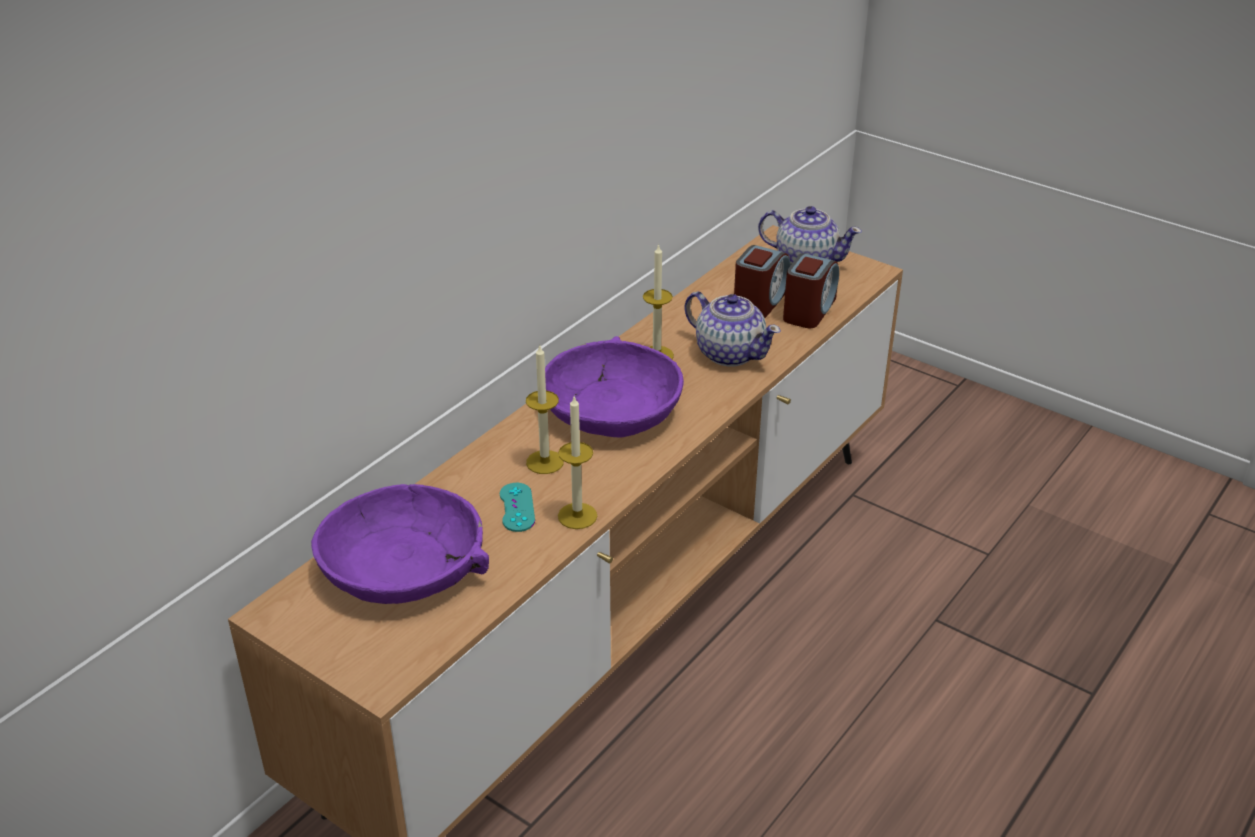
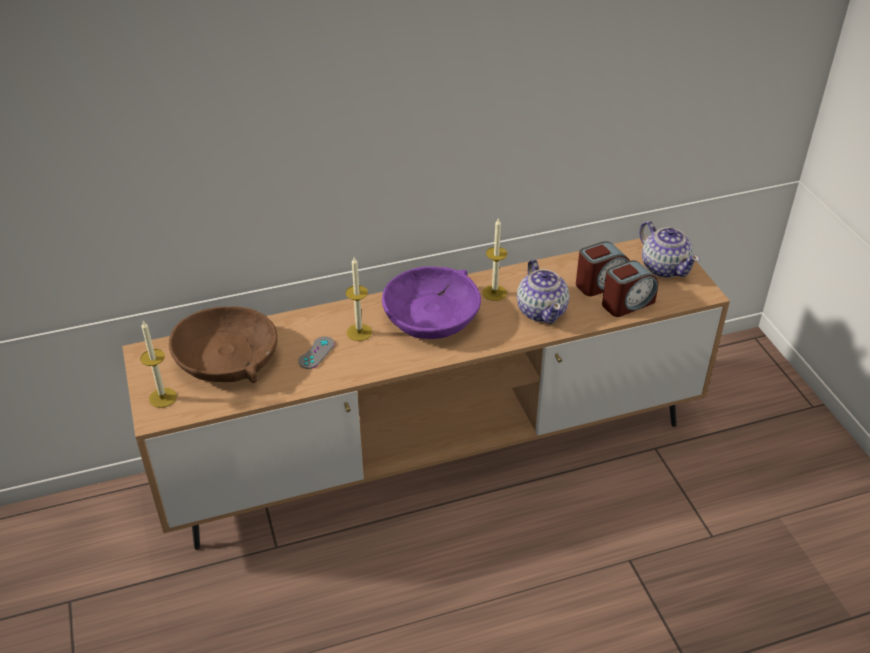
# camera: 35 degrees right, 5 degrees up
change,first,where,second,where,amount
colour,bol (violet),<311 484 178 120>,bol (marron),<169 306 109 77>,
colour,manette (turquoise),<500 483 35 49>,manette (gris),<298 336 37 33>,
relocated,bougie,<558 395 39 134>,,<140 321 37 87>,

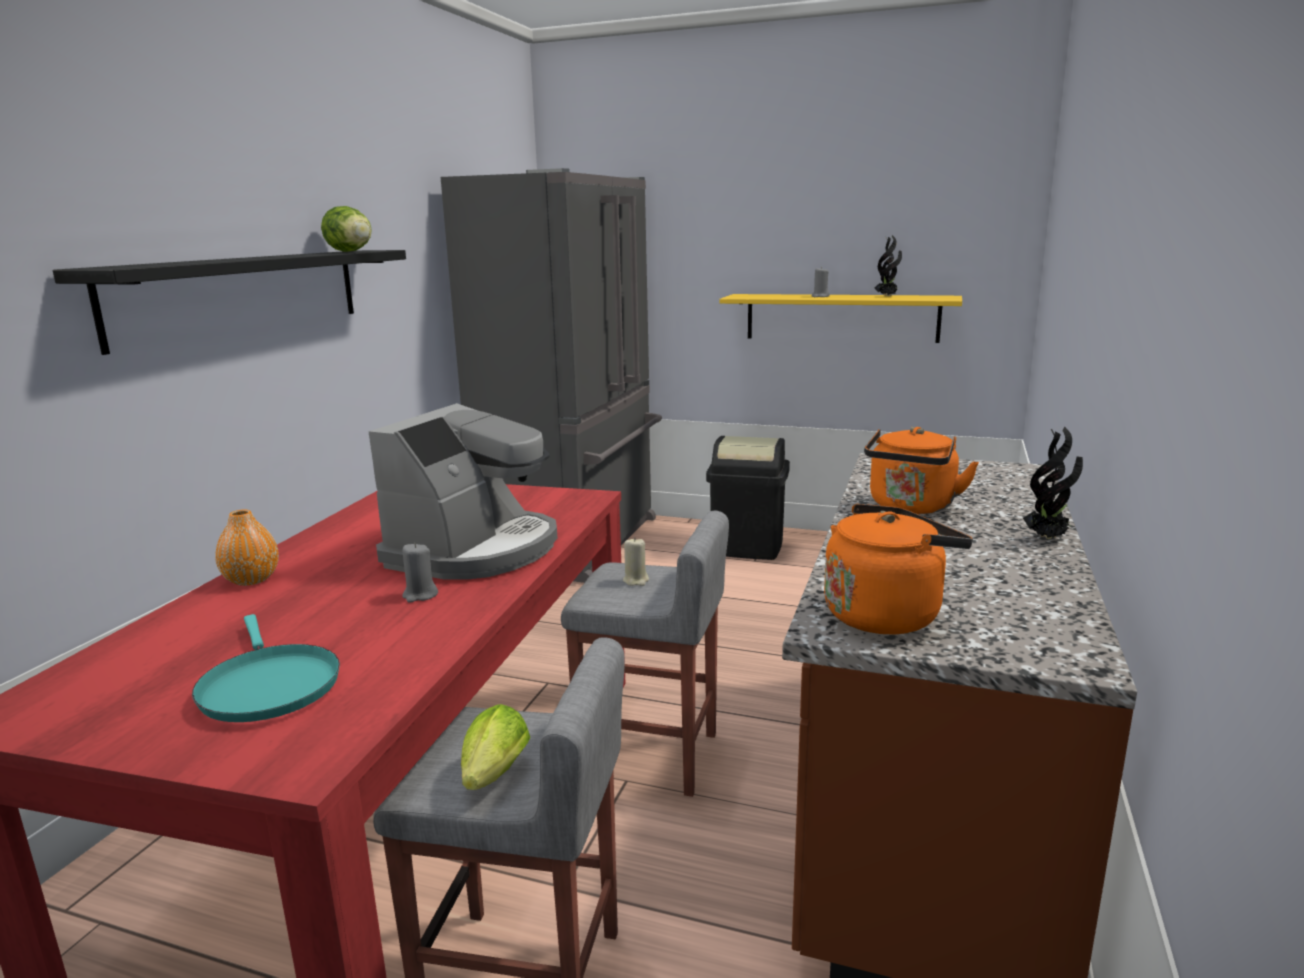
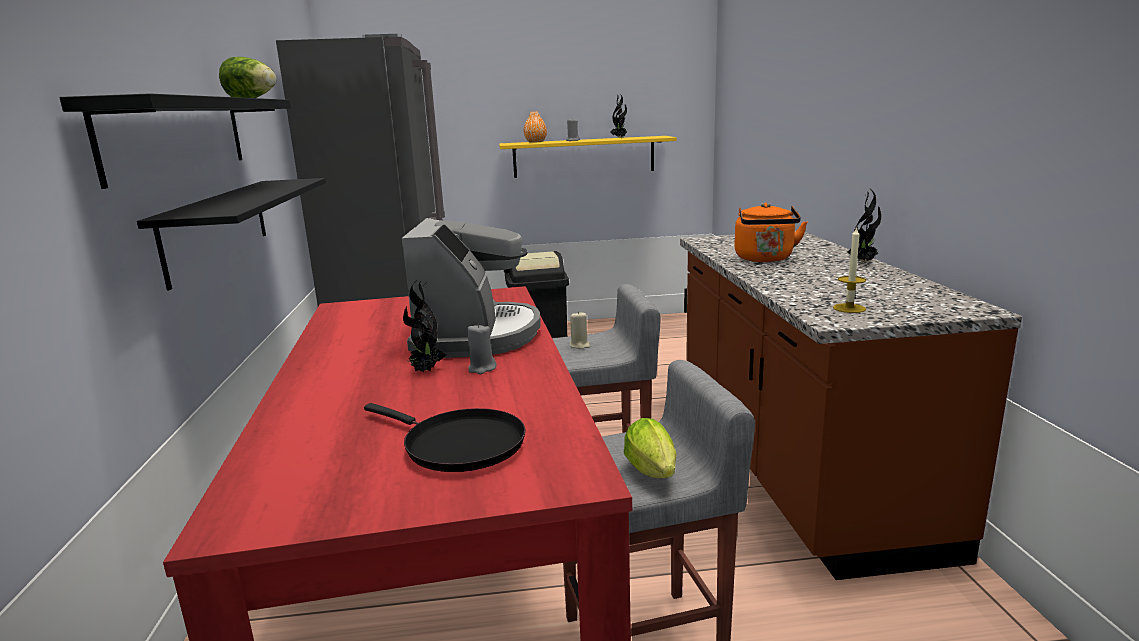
# camera: 25 degrees left, 0 degrees up
change,first,where,second,where,amount
colour,poêle (turquoise),<192 614 148 108>,poêle (noir),<364 403 161 69>,
relocated,vase (orange),<215 510 64 76>,,<524 112 23 31>,
exchanged,bouilloire (orange),<824 504 149 130>,bougie,<833 226 33 87>,
appeared,,,étagère (noir),<137 178 189 113>,
appeared,,,plante en pot,<403 280 43 92>,

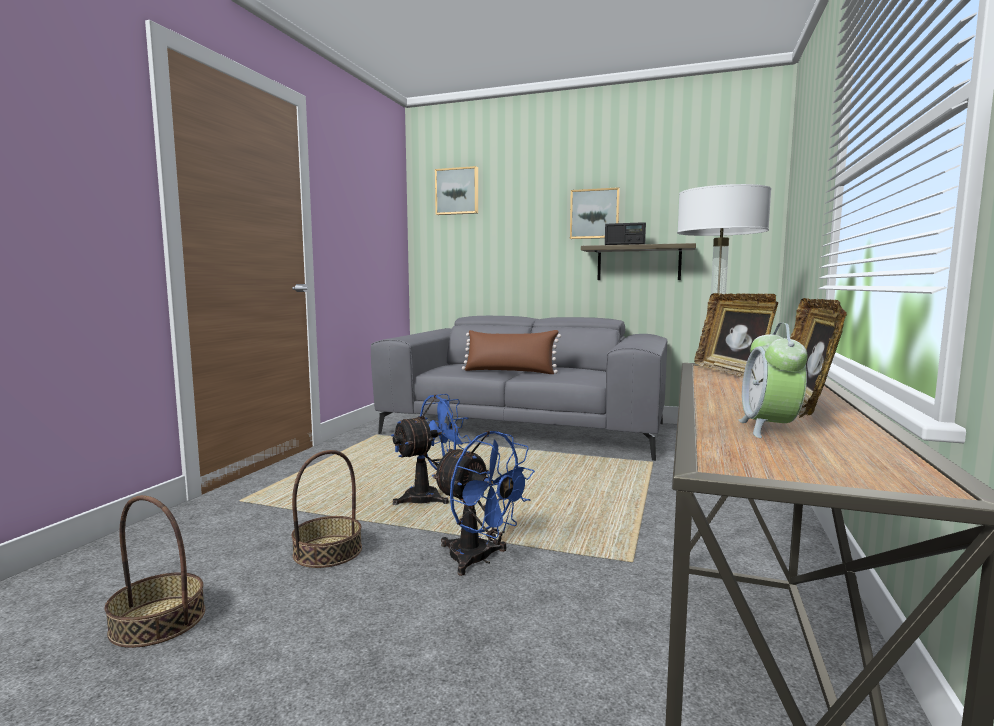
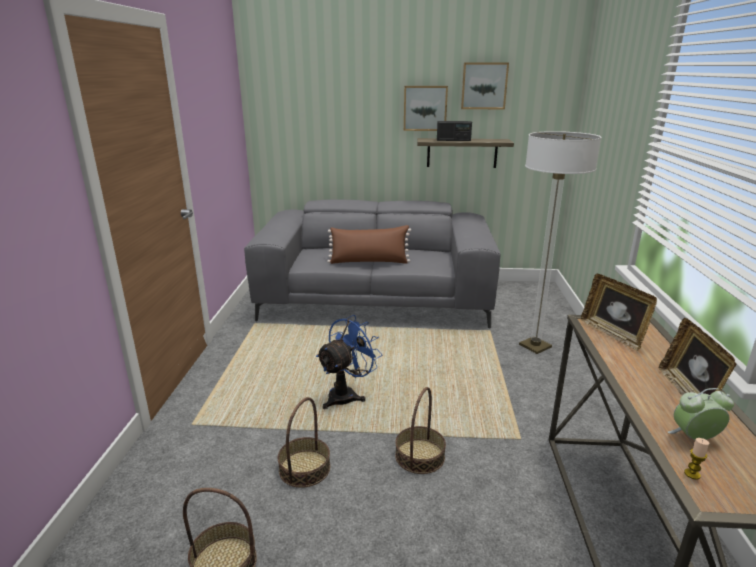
# camera: 15 degrees left, 15 degrees up
change,first,where,second,where,amount
exchanged,ventilateur (bleu),<432 431 103 145>,panier,<395 387 51 87>,
relocated,tableau,<435 166 43 49>,,<461 63 48 46>,
spun,réveil,<738 323 70 115>,,<668 388 66 52>,90 degrees clockwise
appeared,,,bougie,<684 438 25 42>,

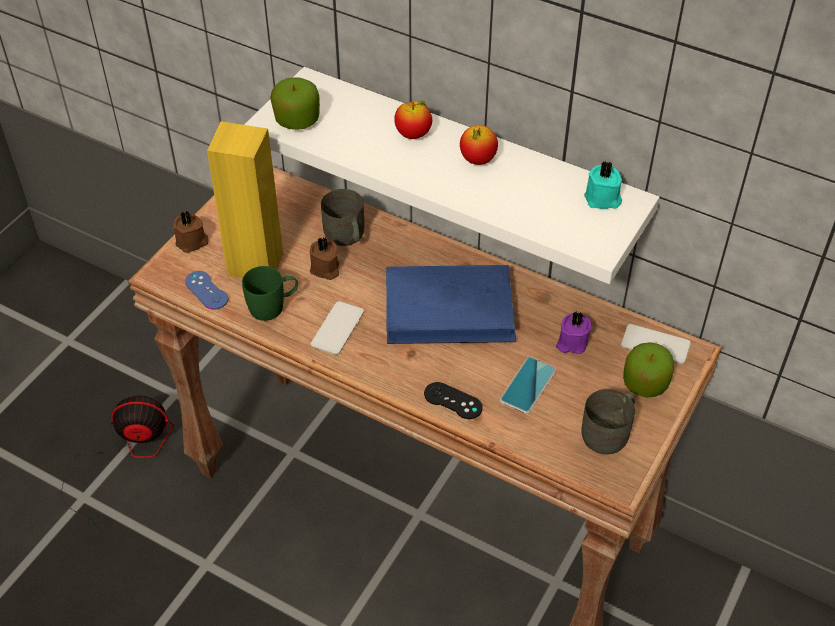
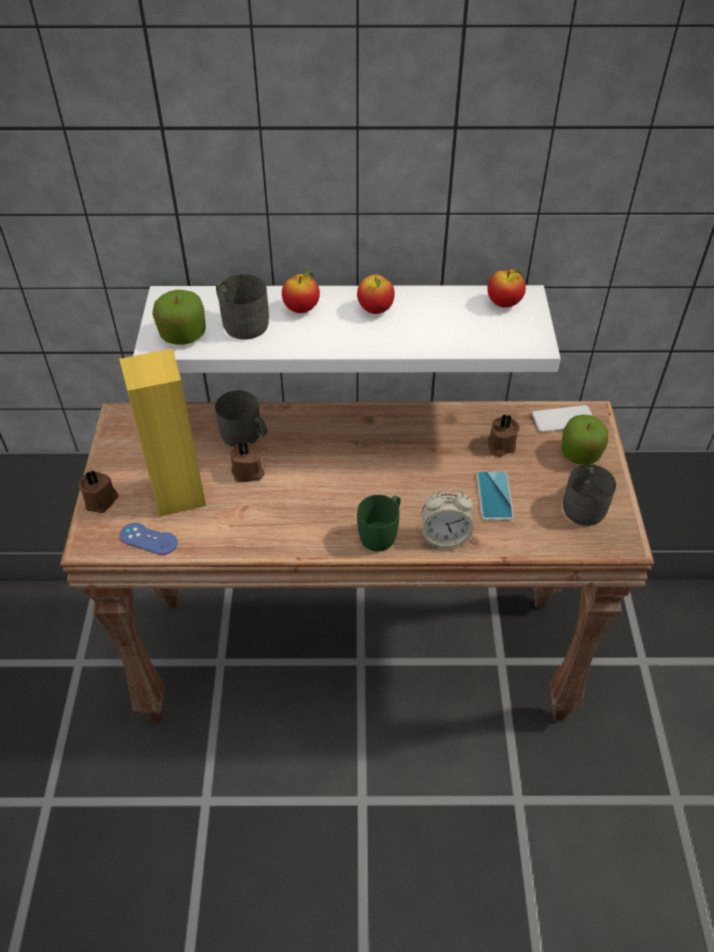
# camera: 30 degrees left, 0 degrees up
change,first,where,second,where,amount
missing,ventilateur,<61 395 113 159>,,,
relocated,mug (vert),<242 266 56 55>,,<357 495 44 56>,
missing,téléphone,<311 301 53 54>,,,
missing,livre (bleu),<386 265 130 79>,,,
exchanged,manette (noir),<424 382 59 37>,réveil,<422 489 52 59>,
colour,bougie (violet),<556 311 36 43>,bougie (marron),<488 414 32 43>,
exchanged,bougie (turquoise),<584 161 38 48>,pomme,<487 269 39 39>,
appeared,,,mug (gris),<216 274 53 66>,

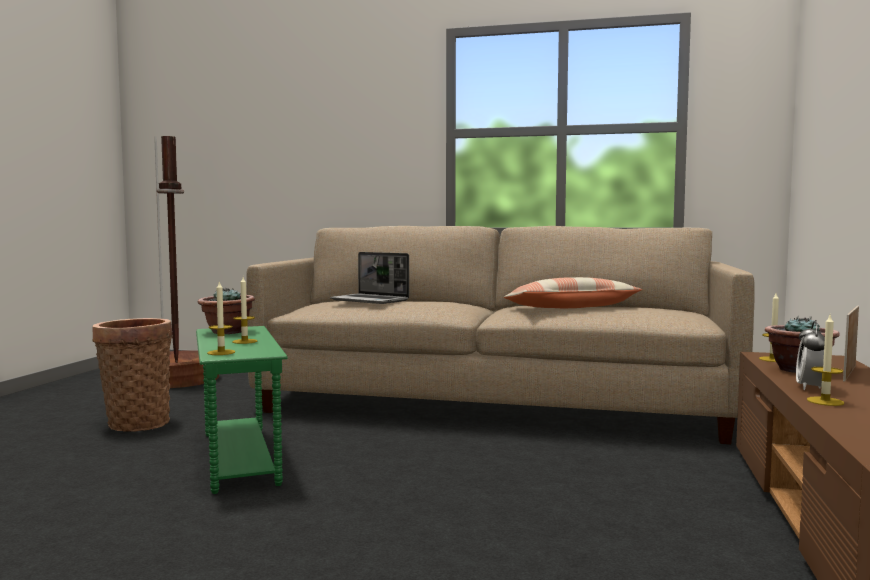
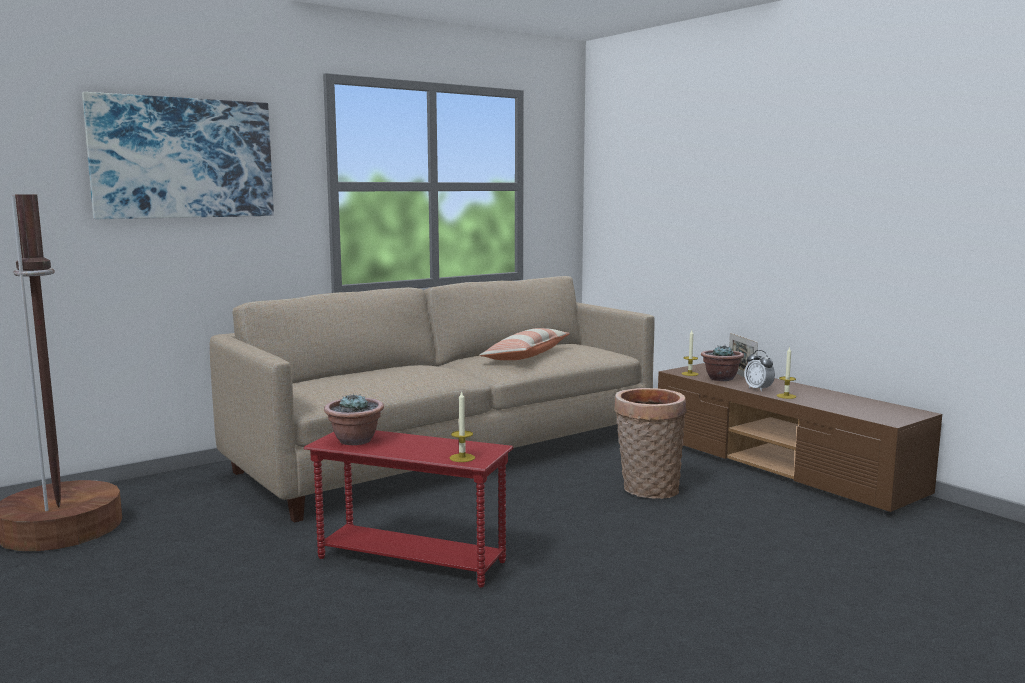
# camera: 50 degrees left, 5 degrees up
change,first,where,second,where,amount
relocated,panier,<92 318 81 114>,,<614 388 73 111>,
colour,table d'appoint (vert),<196 326 92 168>,table d'appoint (rouge),<304 430 209 158>,
missing,bougie,<232 277 25 67>,,,
missing,ordinateur portable,<330 252 79 52>,,,
appeared,,,tableau,<82 92 192 127>,

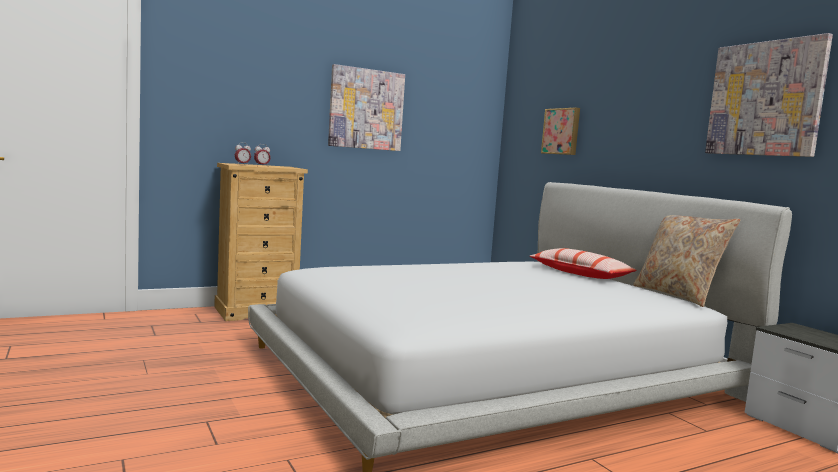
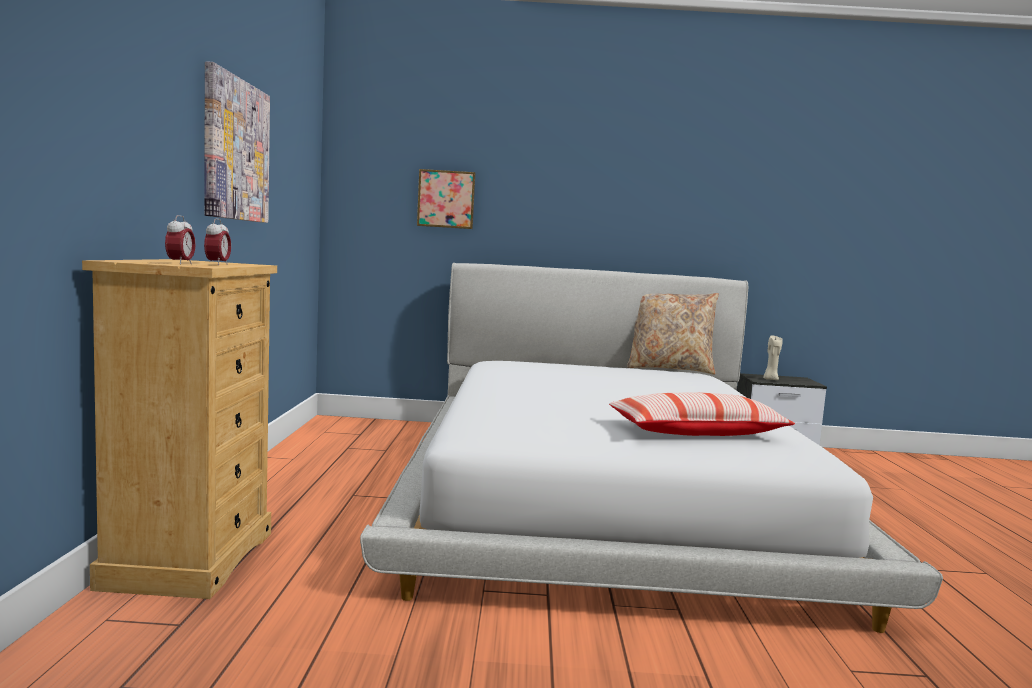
# camera: 60 degrees left, 0 degrees up
change,first,where,second,where,amount
relocated,coussin,<530 248 107 31>,,<609 392 186 44>,
missing,tableau,<705 33 128 124>,,,
appeared,,,bougie (beige),<763 335 20 45>,

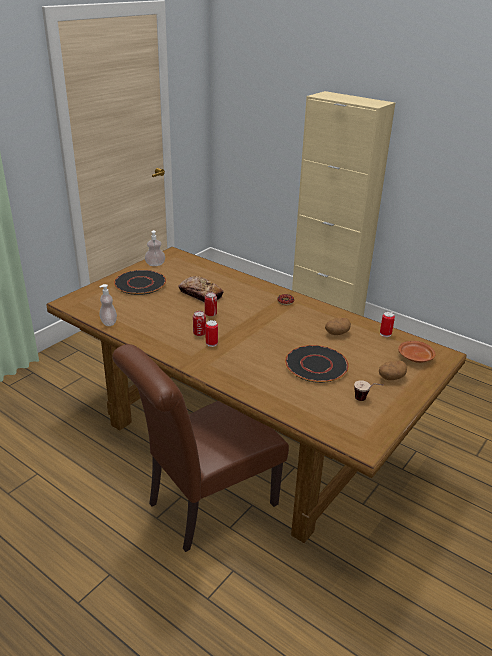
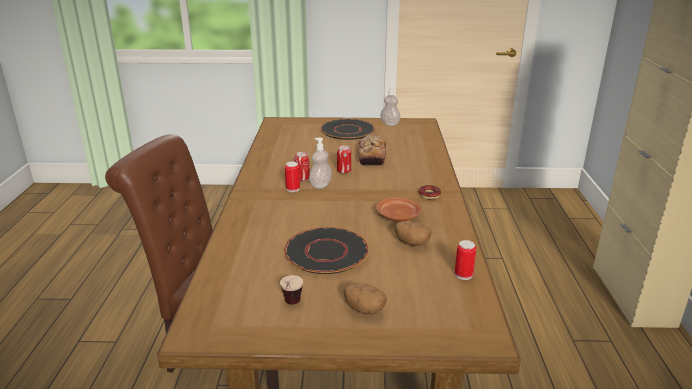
# camera: 55 degrees right, 5 degrees down
change,first,where,second,where,amount
relocated,distributeur de savon,<99 284 18 42>,,<309 138 23 51>,
relocated,assiette (marron),<398 341 38 22>,,<376 198 46 23>,

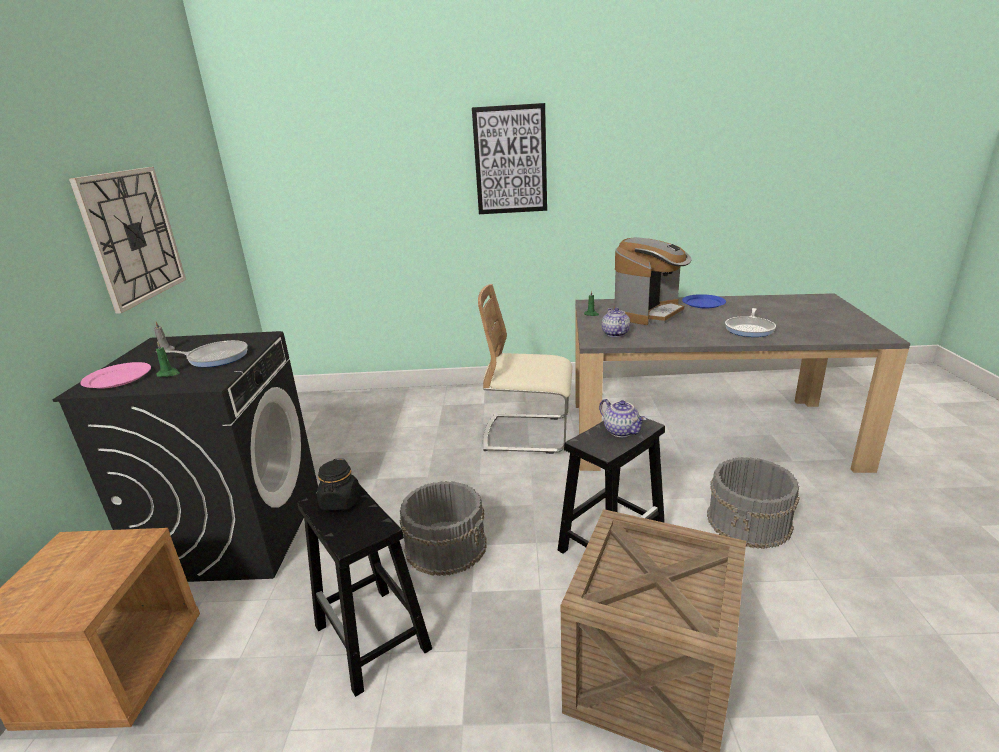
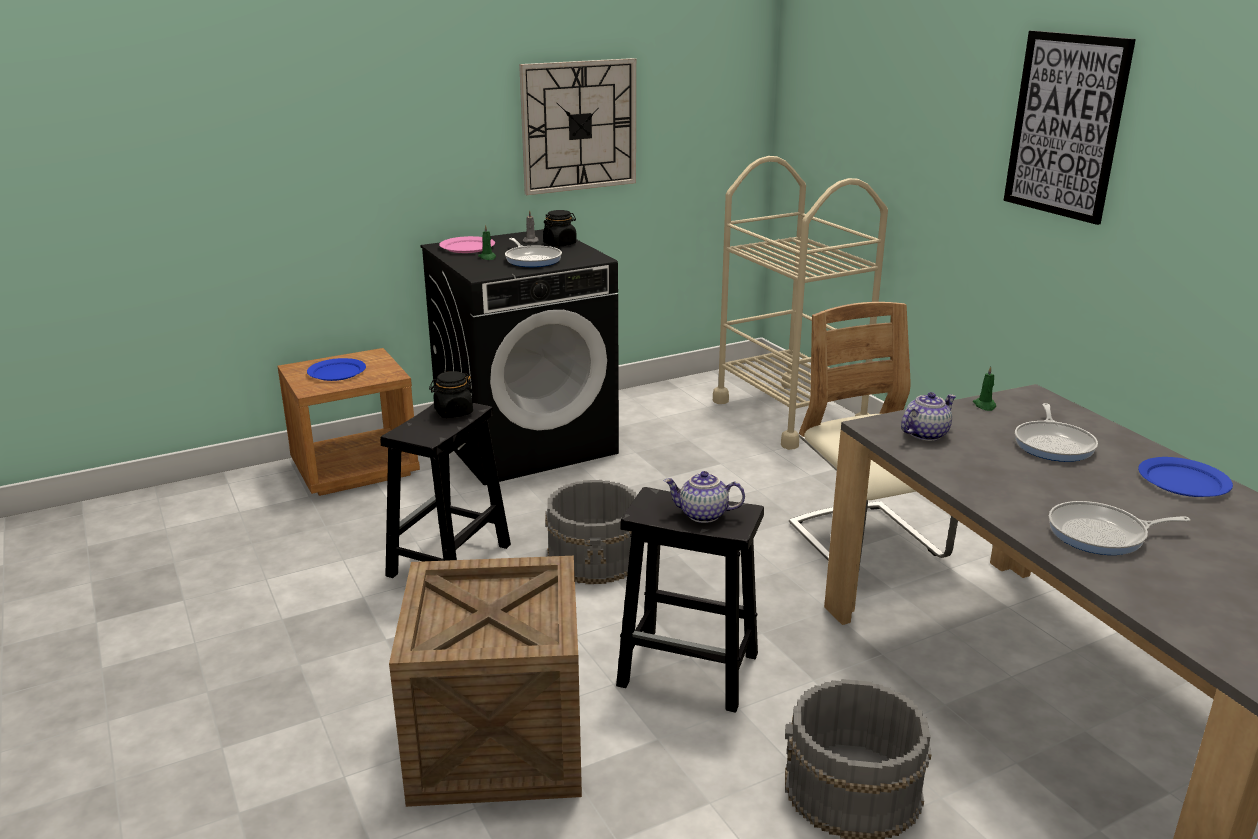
# camera: 60 degrees right, 0 degrees up
change,first,where,second,where,amount
spun,théière,<599 399 47 38>,,<664 471 81 52>,75 degrees clockwise
exchanged,machine à café,<614 237 78 88>,poêle,<1015 403 83 59>,
appeared,,,assiette (bleu),<307 358 59 23>,
appeared,,,bocal (noir),<543 210 34 36>,
appeared,,,chariot (beige),<713 156 175 294>,

